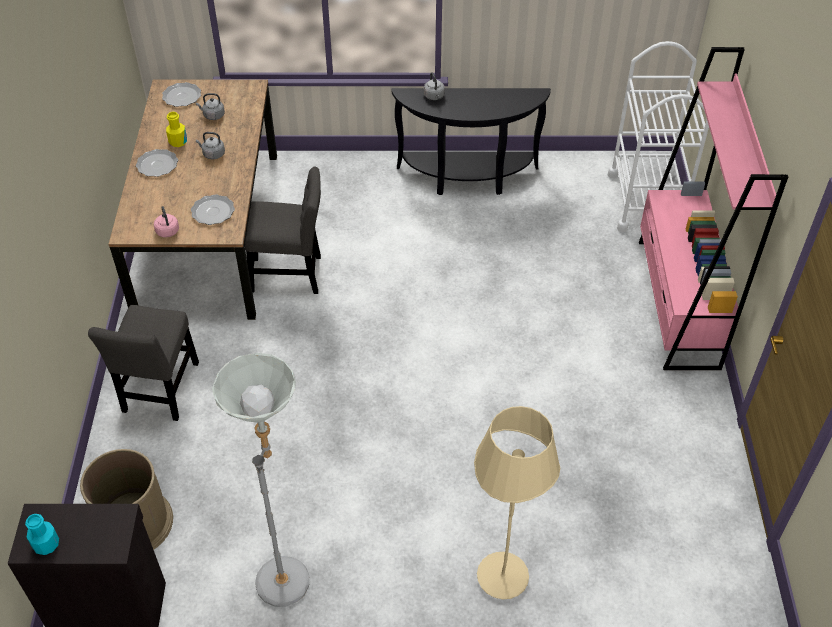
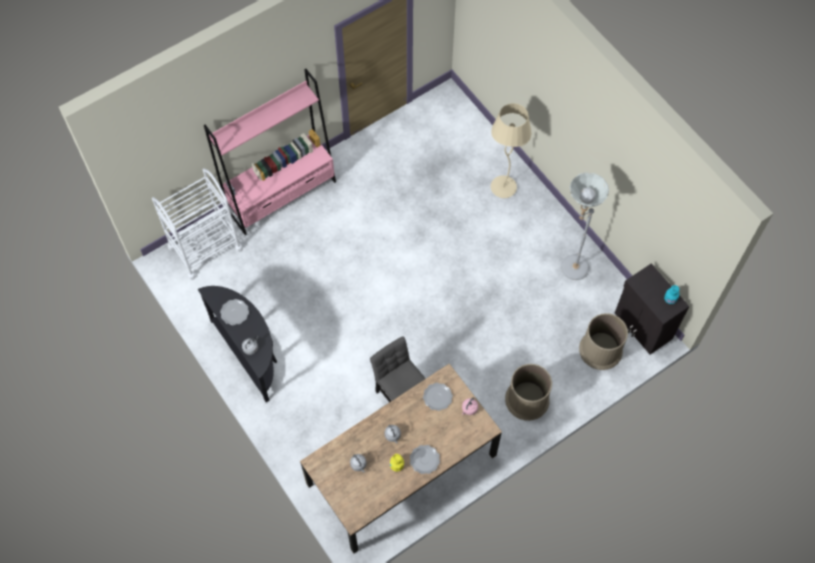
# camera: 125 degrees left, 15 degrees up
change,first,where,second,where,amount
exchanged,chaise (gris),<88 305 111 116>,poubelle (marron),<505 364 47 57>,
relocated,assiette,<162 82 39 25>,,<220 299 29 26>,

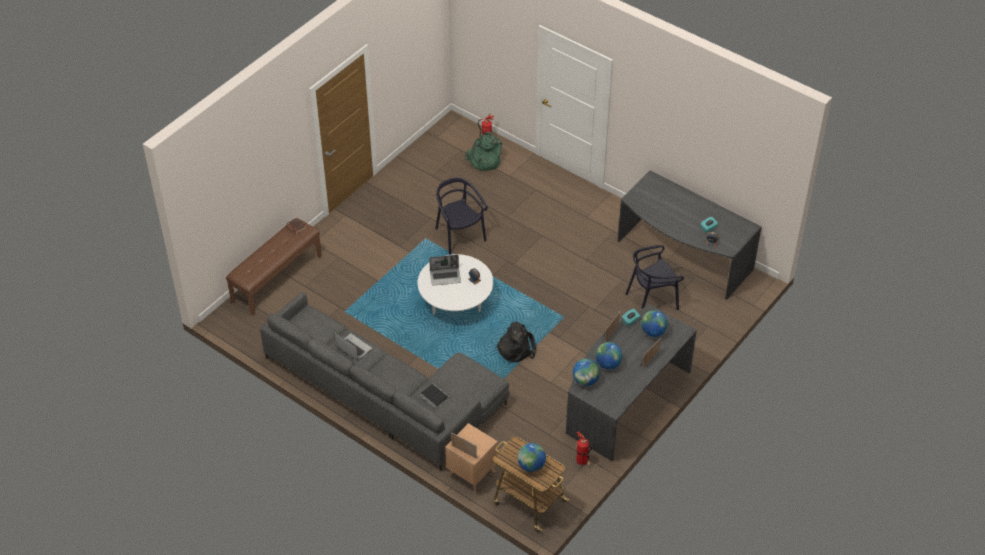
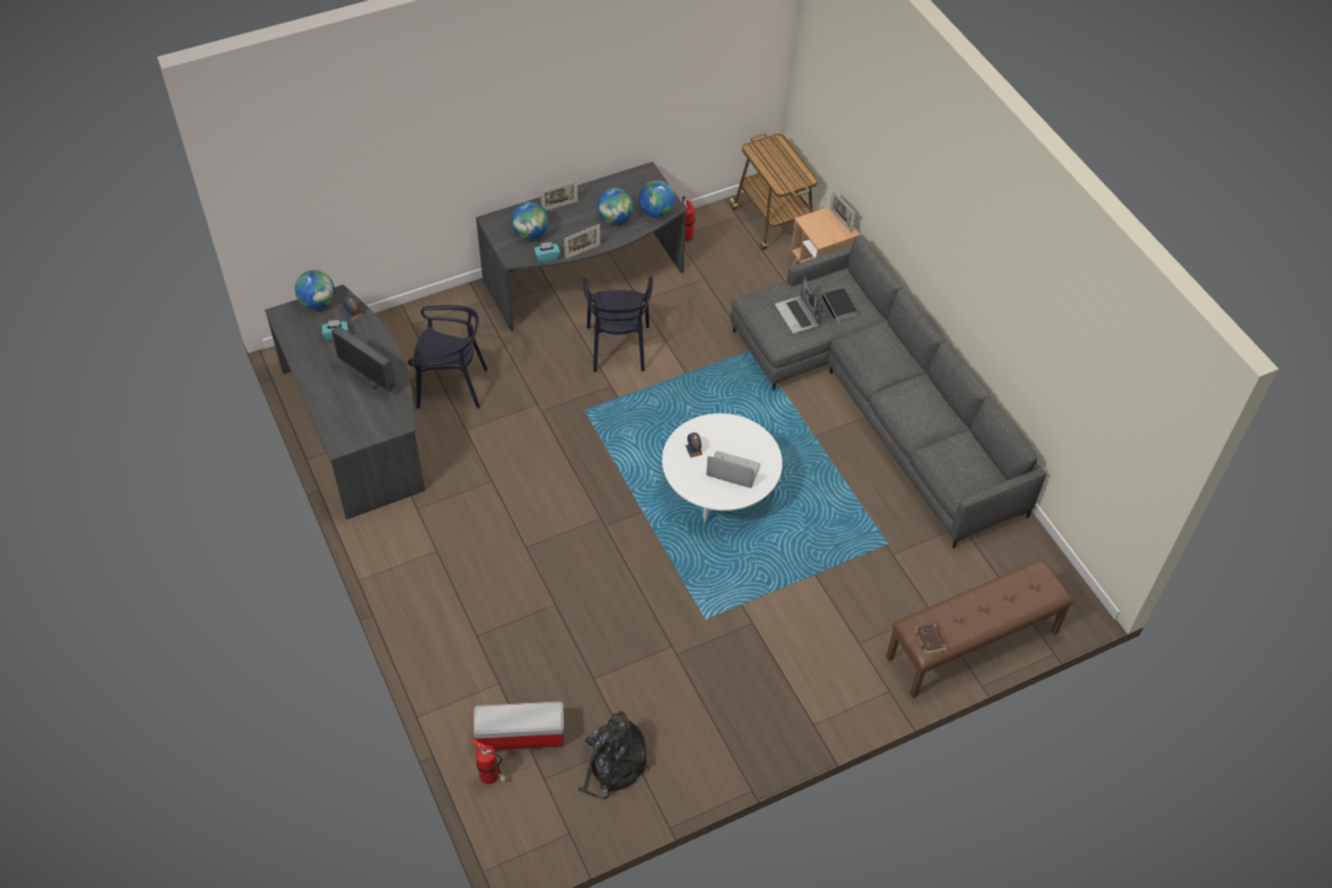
# camera: 155 degrees left, 5 degrees up
change,first,where,second,where,amount
relocated,ordinateur portable,<334 332 38 29>,,<775 277 48 57>,
relocated,chaise (noir),<435 177 52 78>,,<583 277 70 95>,
exchanged,sac à dos (vert),<465 132 37 39>,boîte de rangement,<473 701 91 50>,
relocated,sac à dos (noir),<495 322 41 40>,,<578 711 71 88>,
relocated,globe,<517 443 29 29>,,<295 270 40 39>,
appeared,,,écran d'ordinateur,<331 326 65 66>,

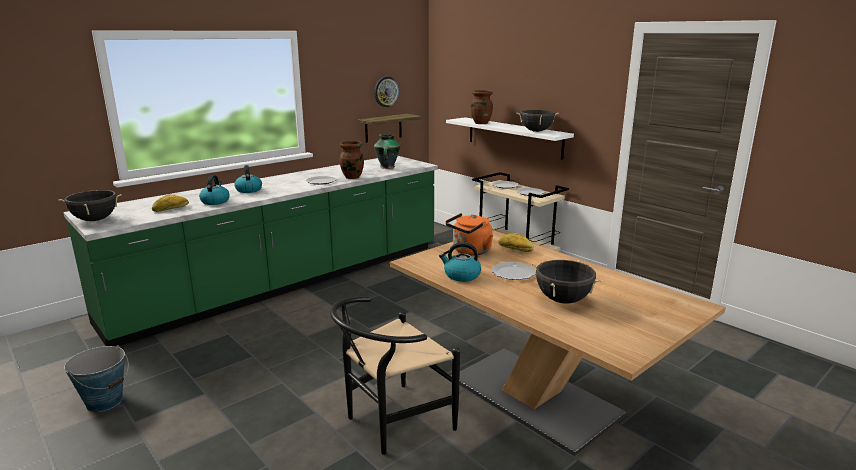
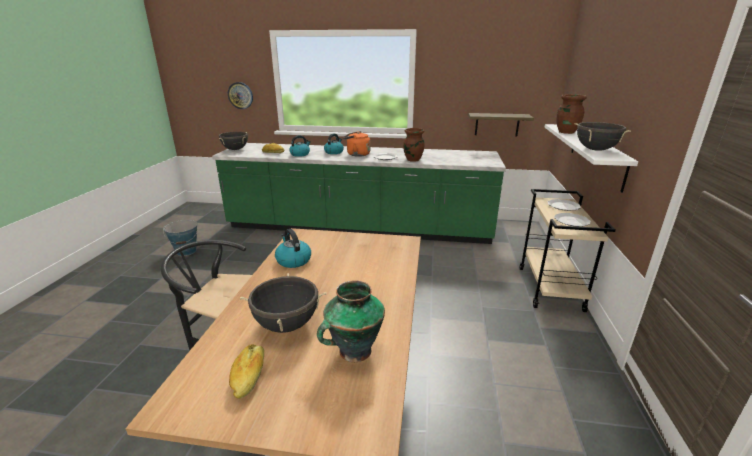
# camera: 50 degrees right, 5 degrees up
change,first,where,second,where,amount
relocated,horloge murale,<374 77 25 30>,,<228 82 25 27>,
relocated,vase,<374 134 26 35>,,<317 280 68 82>,
relocated,bouilloire (orange),<445 213 48 43>,,<343 131 27 26>,
missing,assiette,<491 262 45 18>,,,
relocated,pain,<498 233 36 19>,,<229 344 35 54>,

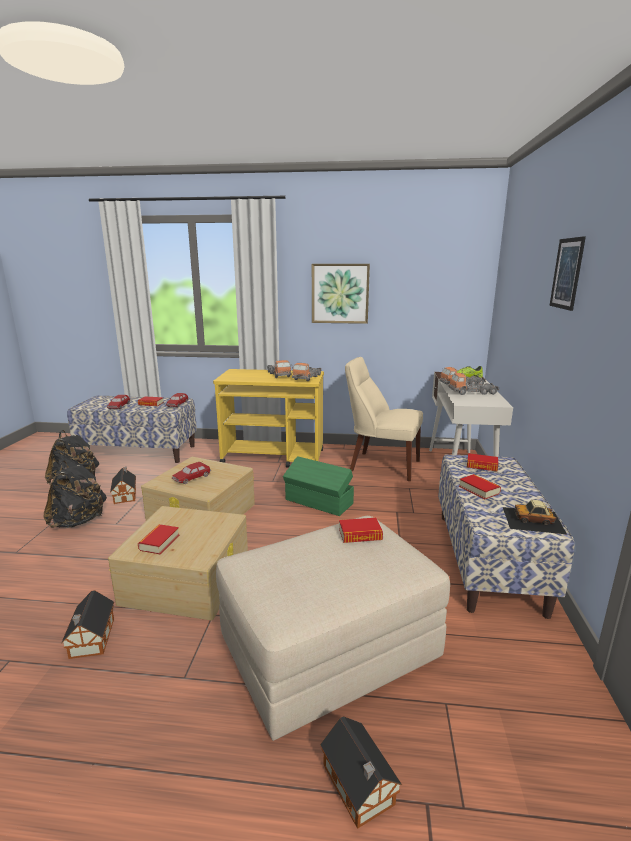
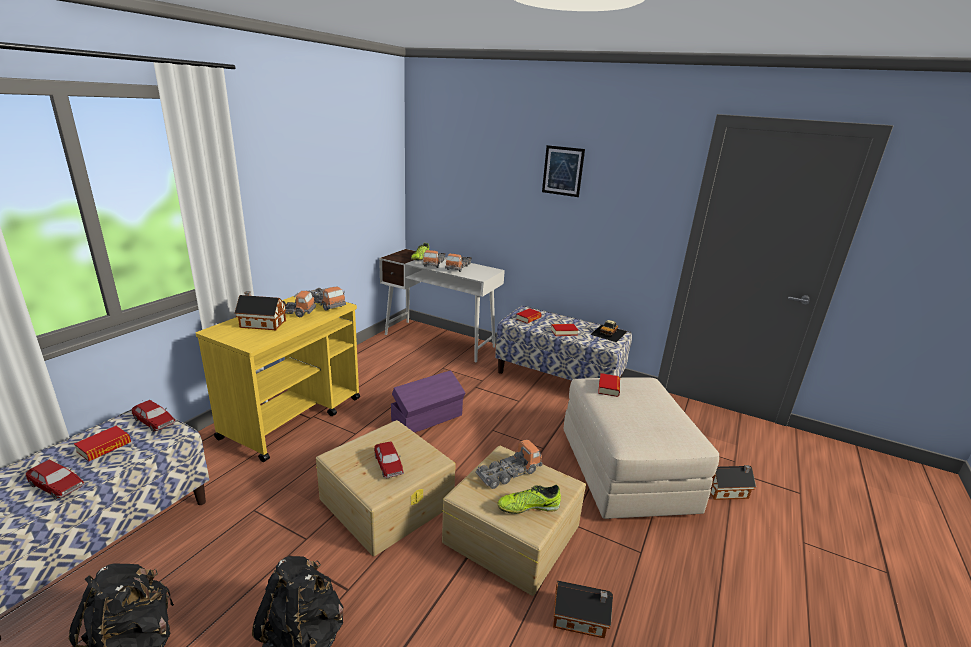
# camera: 70 degrees left, 5 degrees up
change,first,where,second,where,amount
relocated,maison miniature,<110 467 26 37>,,<235 291 51 39>,
exchanged,livre,<138 524 41 30>,chaussure,<497 484 64 30>,
colour,boîte de rangement (vert),<283 456 71 60>,boîte de rangement (violet),<391 370 75 63>,
missing,tableau,<312 264 58 60>,,,
missing,chaise (beige),<345 357 78 124>,,,
appeared,,,camion jouet,<475 440 67 49>,

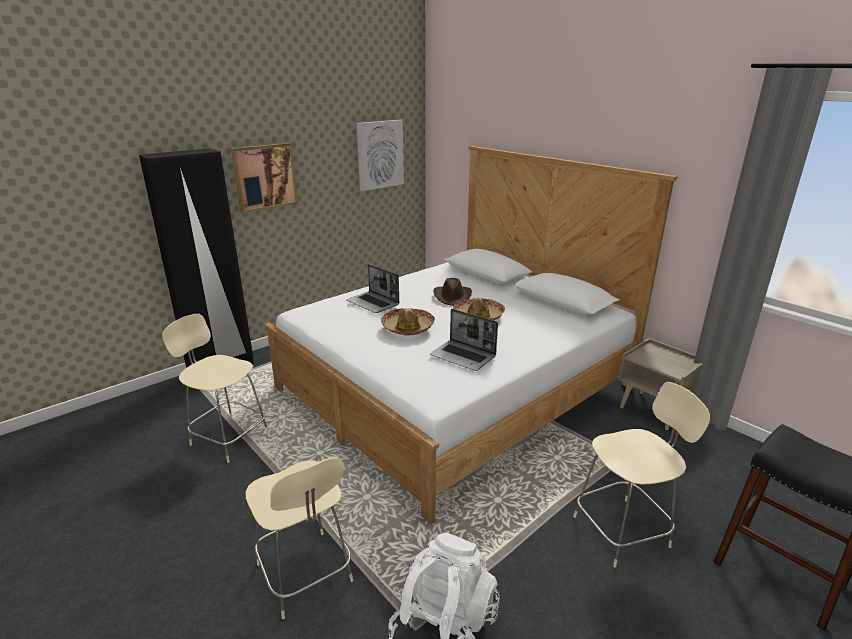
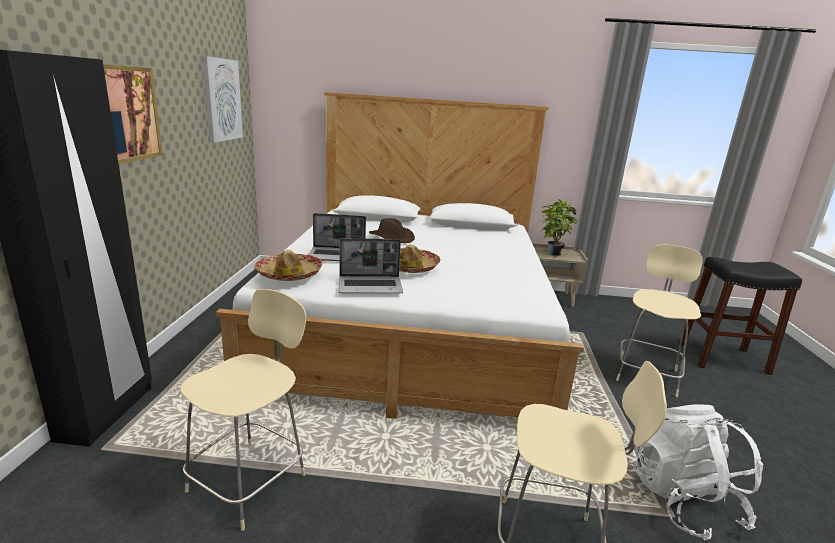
# camera: 45 degrees left, 5 degrees down
change,first,where,second,where,amount
spun,chaise (beige),<163 314 106 149>,,<180 289 126 242>,135 degrees clockwise
relocated,ordinateur portable,<430 309 68 62>,,<339 238 64 56>,
relocated,chapeau,<453 297 52 24>,,<254 250 68 31>,
appeared,,,plante en pot,<542 198 36 58>,

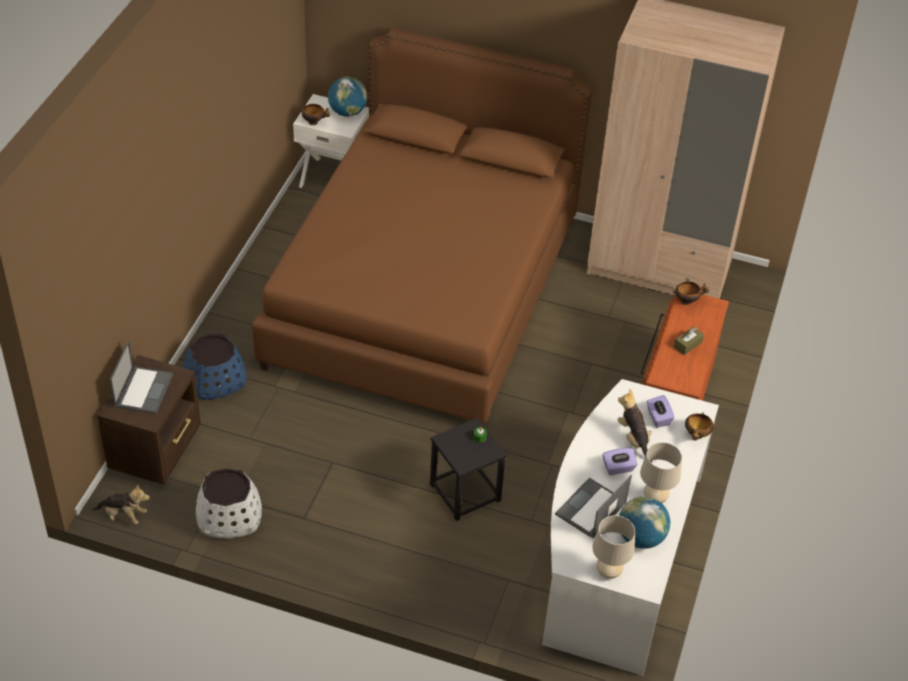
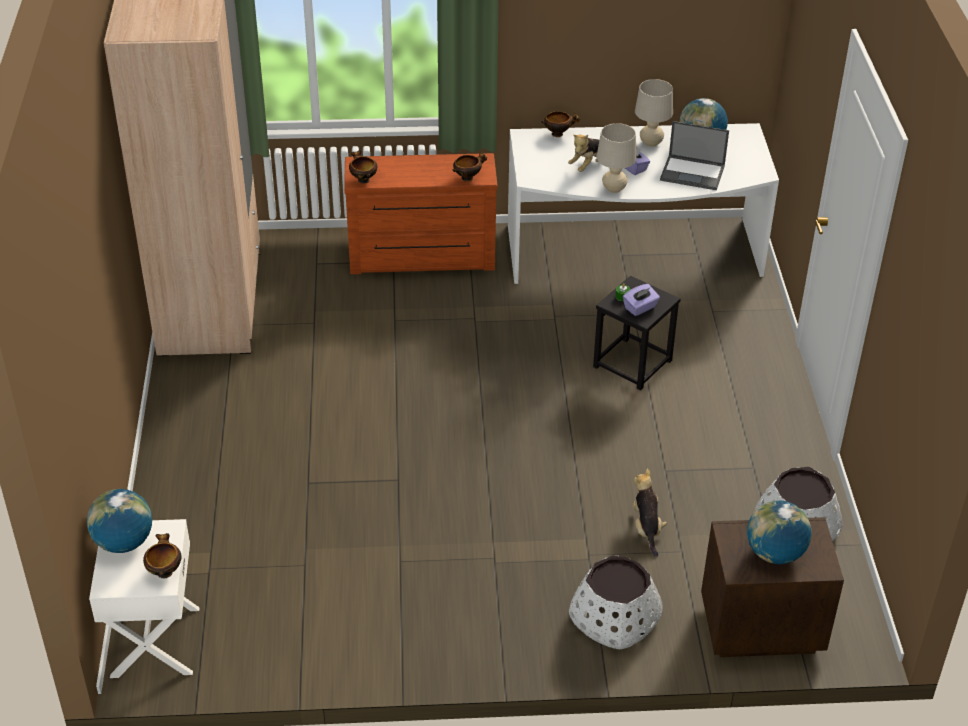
# camera: 110 degrees left, 5 degrees down
change,first,where,second,where,amount
relocated,peluche,<92 484 58 40>,,<633 469 34 88>,
exchanged,ordinateur portable,<110 340 63 74>,globe,<747 500 65 64>,
colour,cache-pot (bleu),<183 334 64 66>,cache-pot (blanc),<569 556 94 93>,
missing,lit (marron),<252 27 340 398>,,,
relocated,lampe de table (beige),<592 515 43 64>,,<597 123 40 70>,
relocated,boîte à mouchoirs (violet),<646 395 28 32>,,<623 284 37 32>,
missing,boîte à mouchoirs (marron),<674 326 30 29>,,,
appeared,,,bol,<453 151 34 31>,

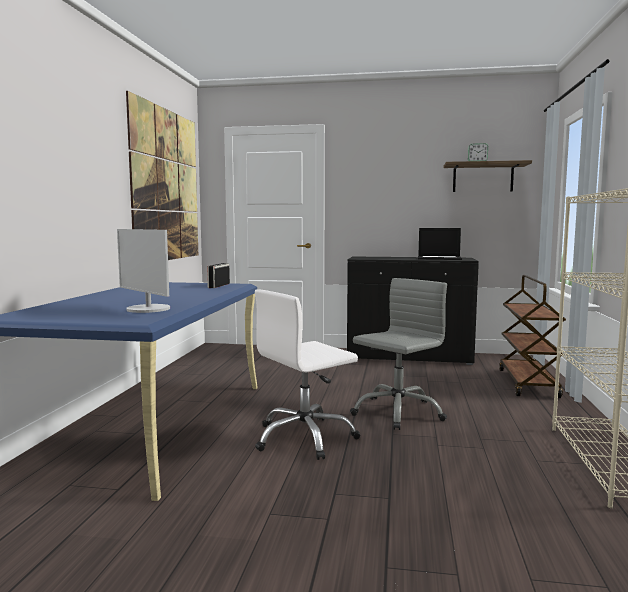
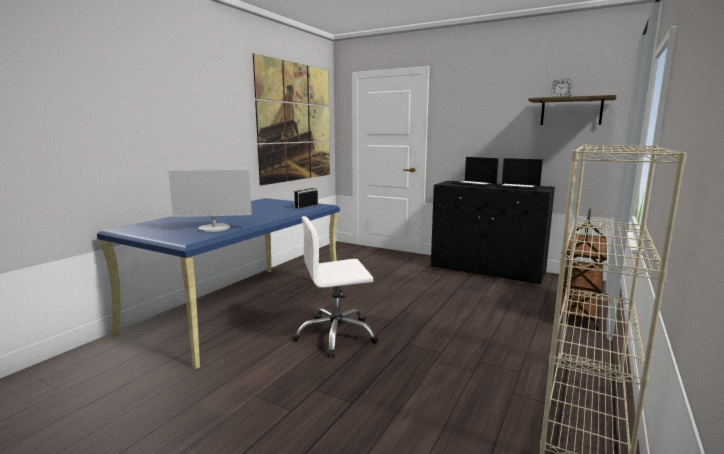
# camera: 20 degrees right, 5 degrees up
change,first,where,second,where,amount
spun,écran d'ordinateur,<117 229 53 84>,,<168 170 84 62>,75 degrees counterclockwise
missing,chaise de bureau (gris),<350 278 97 152>,,,
appeared,,,ordinateur portable,<452 157 47 30>,

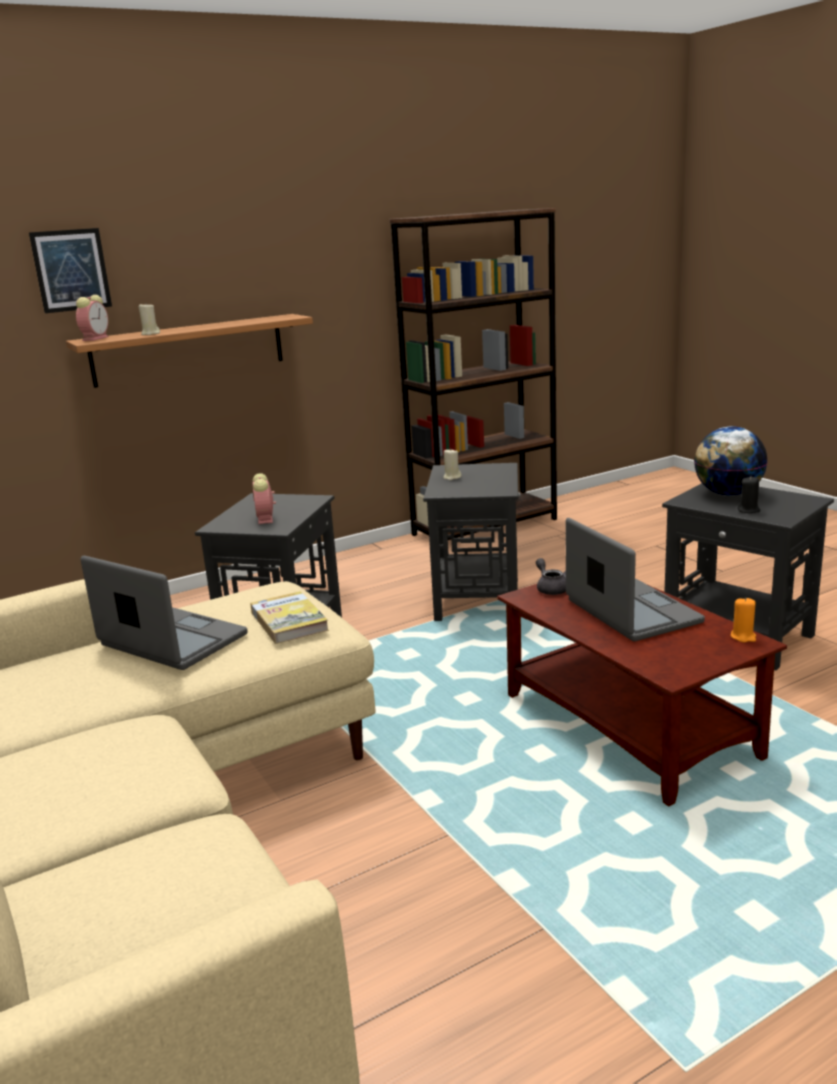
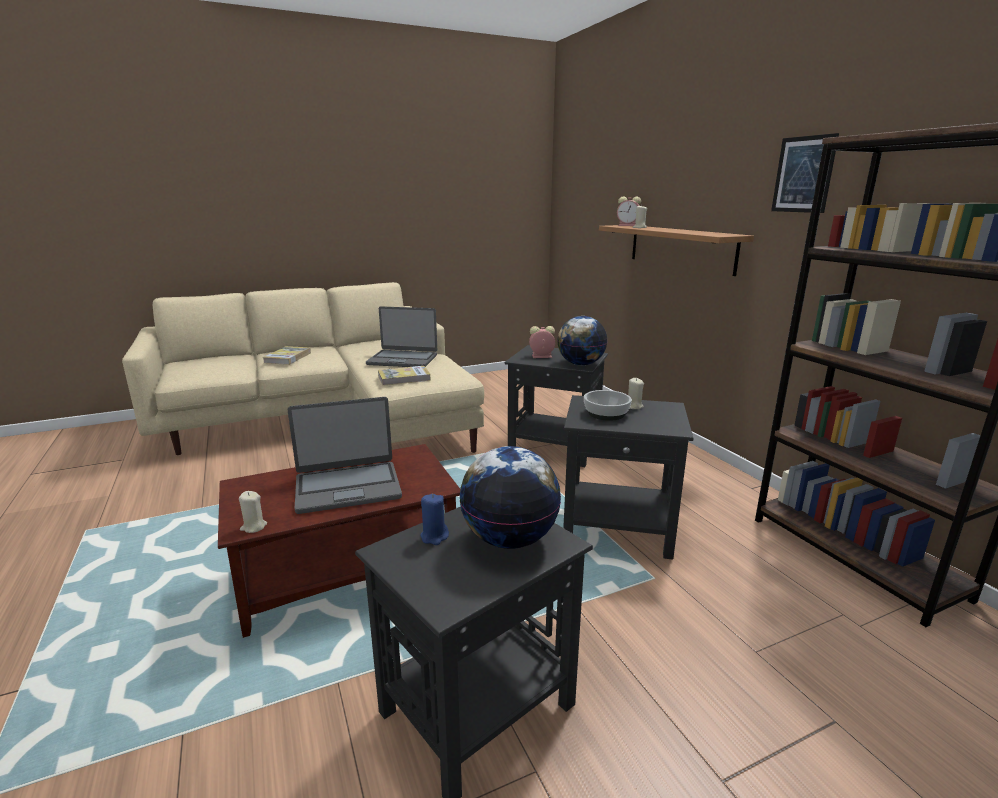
# camera: 95 degrees right, 0 degrees up
change,first,where,second,where,amount
relocated,tableau,<29 228 83 85>,,<771 133 68 80>,
spun,ordinateur portable,<81 556 167 114>,,<366 306 71 61>,60 degrees clockwise
missing,théière (gris),<536 558 30 37>,,,
colour,bougie (orange),<731 597 25 45>,bougie (beige),<239 491 28 42>,
colour,bougie (noir),<737 477 24 36>,bougie (bleu),<420 494 29 51>,
appeared,,,livre,<262 346 49 19>,
appeared,,,globe,<557 316 51 49>,
appeared,,,bol,<584 390 48 31>,

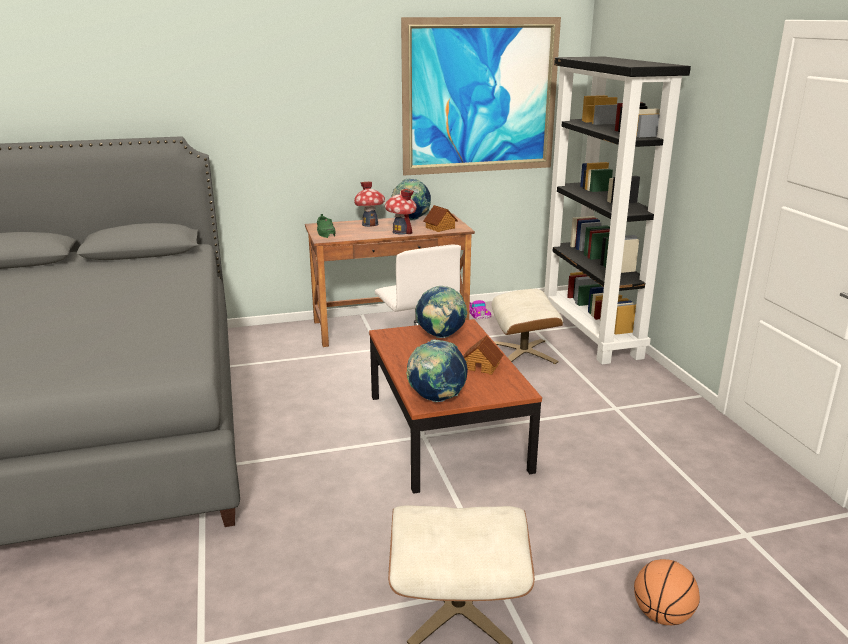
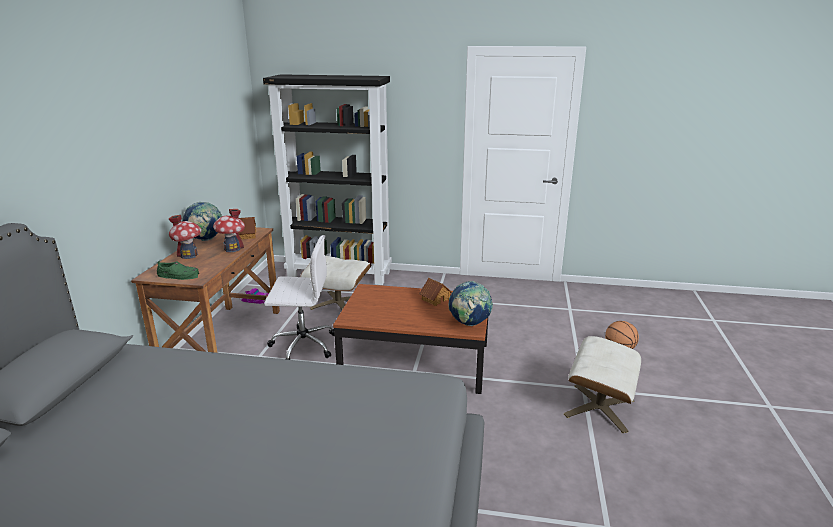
# camera: 65 degrees left, 0 degrees up
change,first,where,second,where,amount
missing,tableau,<401 17 160 159>,,,
missing,globe,<415 286 52 52>,,,

